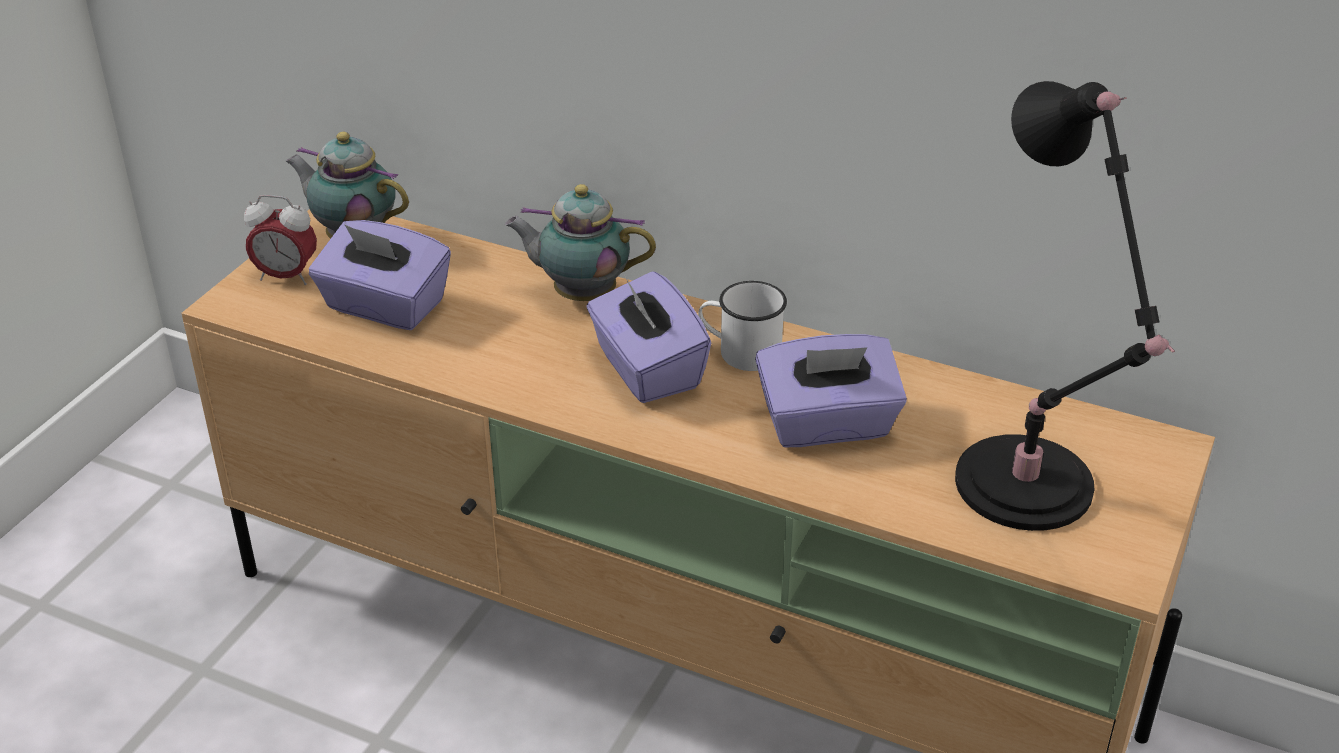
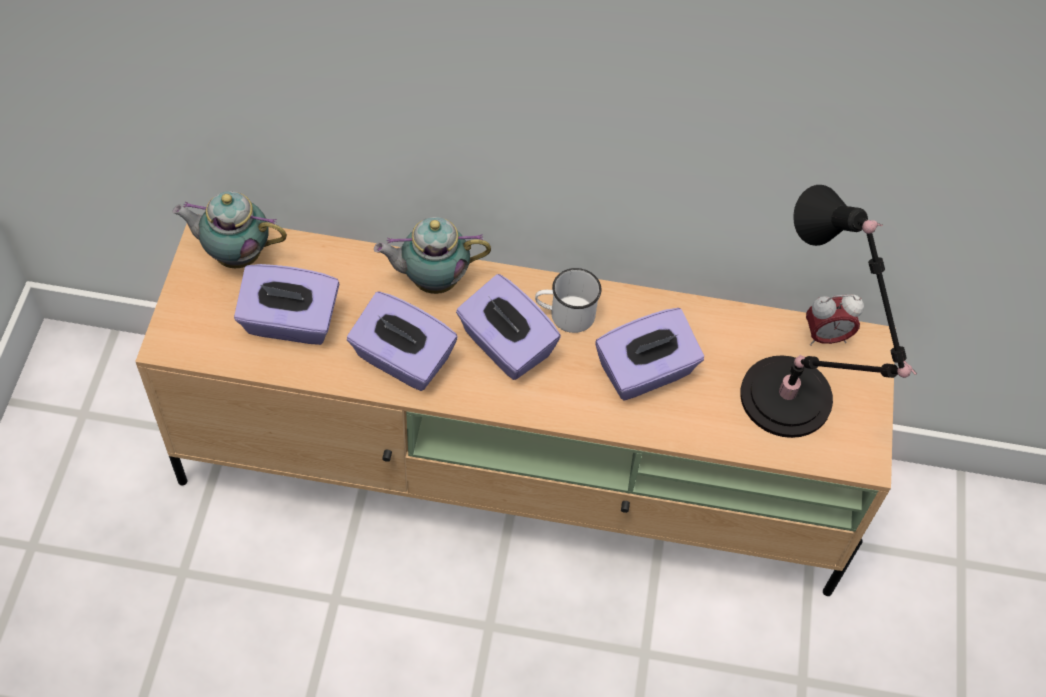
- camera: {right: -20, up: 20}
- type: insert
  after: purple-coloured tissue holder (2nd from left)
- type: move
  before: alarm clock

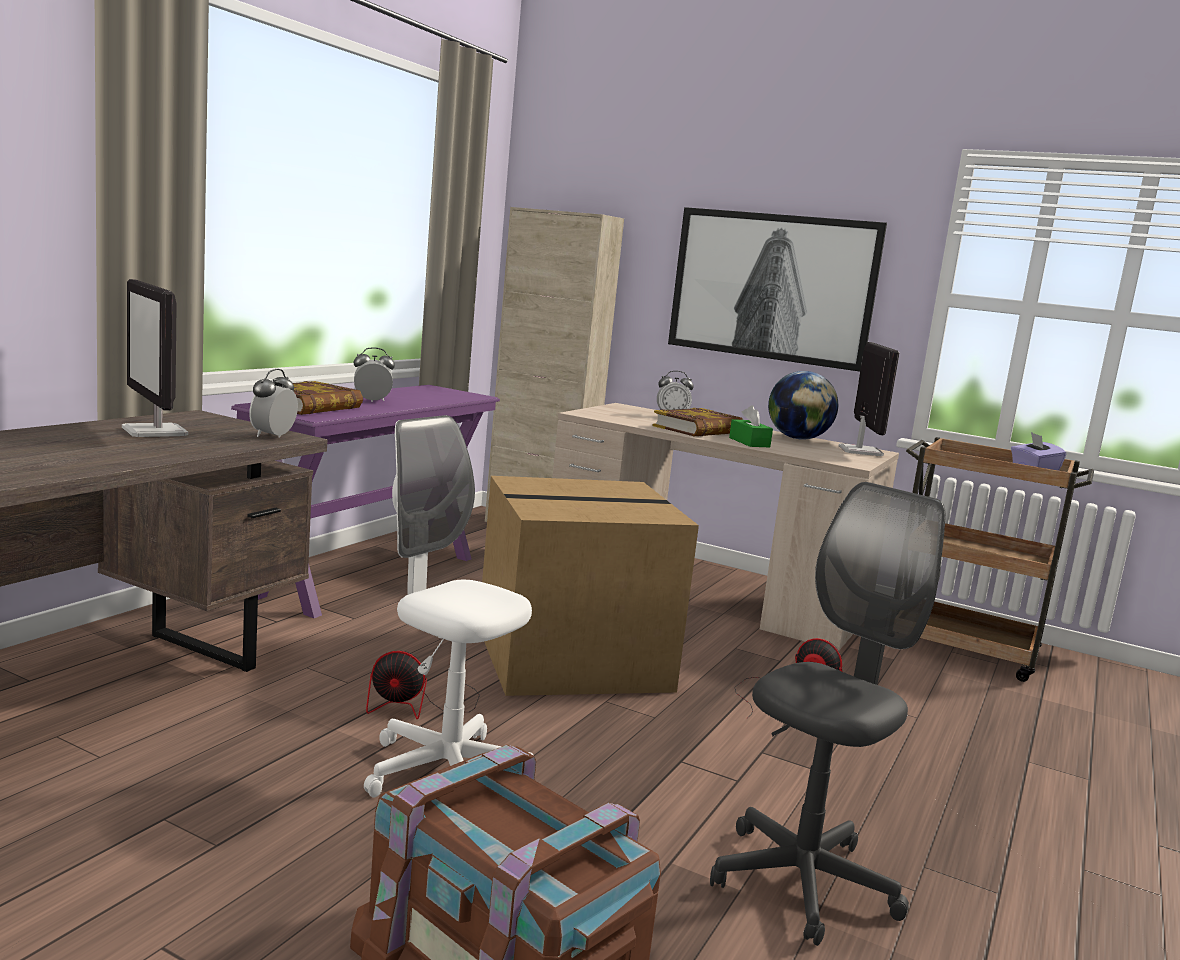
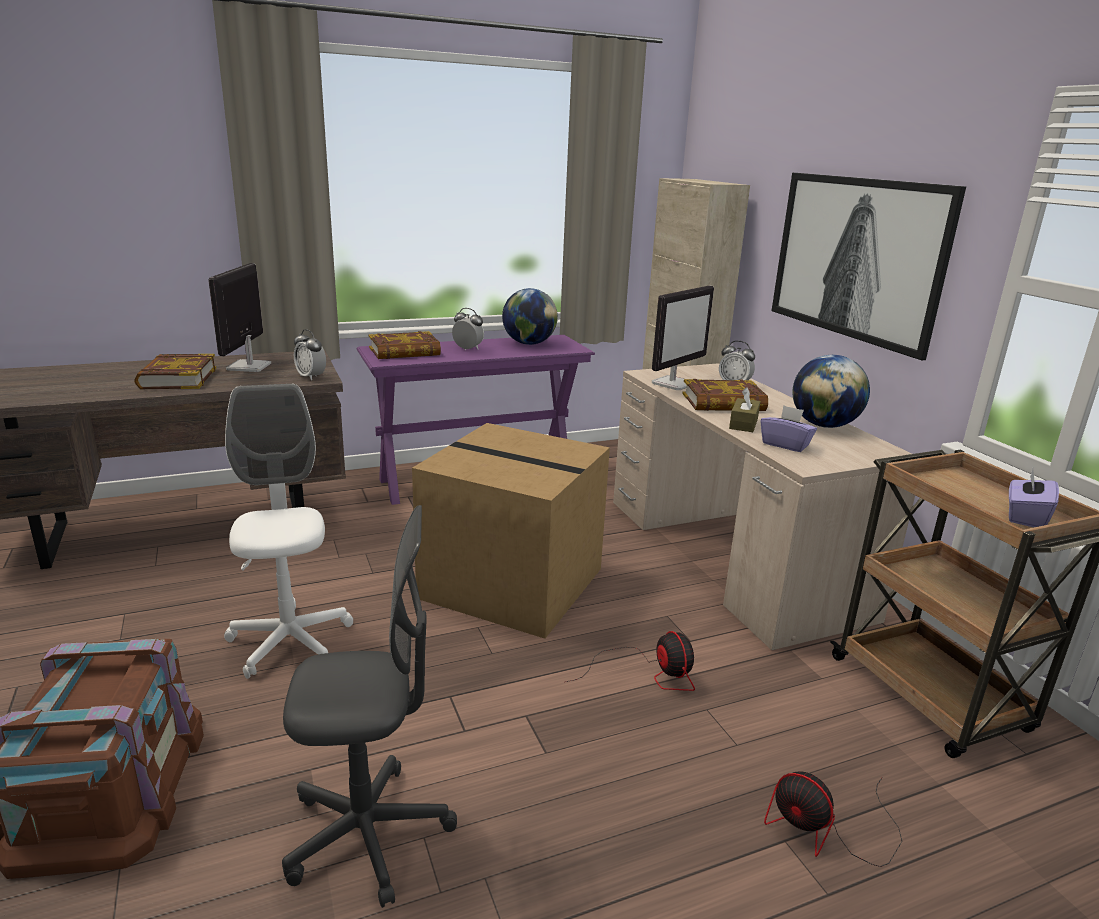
- camera: {right: 40, up: 10}
- type: insert
  after: volume (1st from left)
- type: rotate
  before: alarm clock (1st from left)
  turn: -105
- type: insert
  after: world globe (1st from left)
- type: move
  before: computer display (2nd from left)
- type: recolor
  before: green-coloured tissue holder
  after: brown-coloured tissue holder
- type: insert
  after: purple-coloured tissue holder (1st from left)
- type: move
  before: fan (1st from left in the first image)
  after: fan (2nd from left)

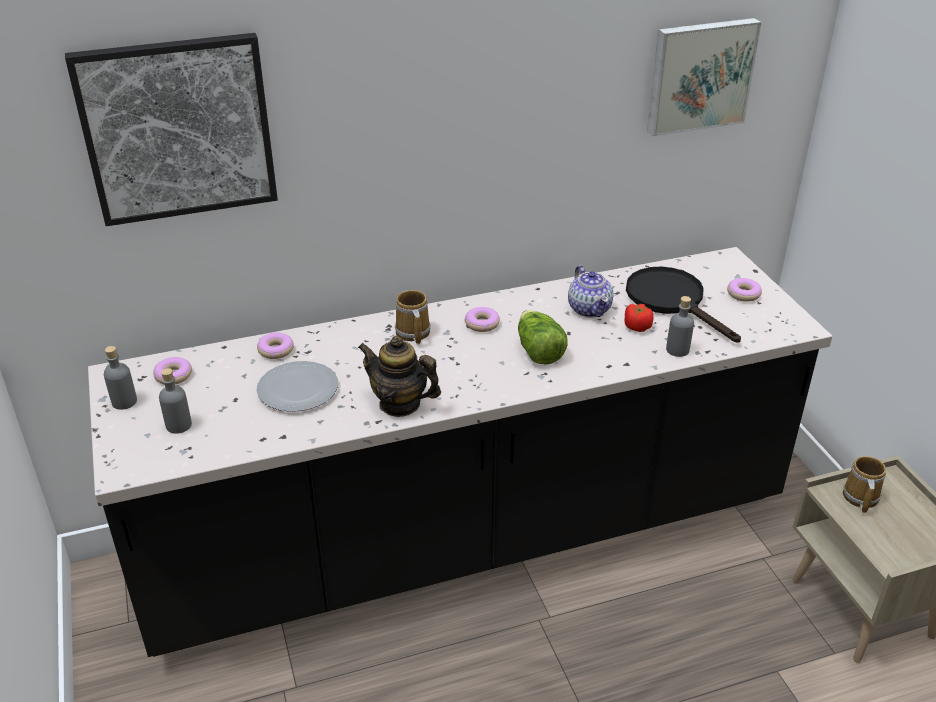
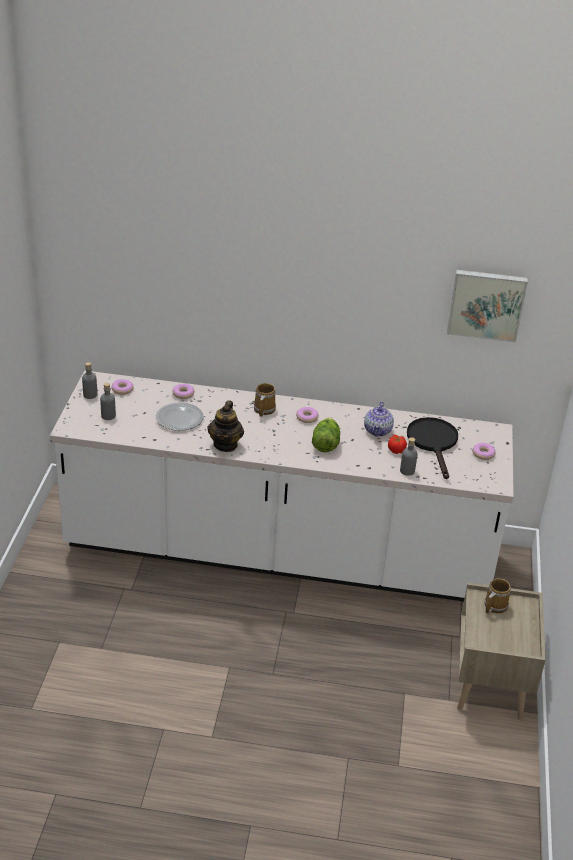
- camera: {right: 25, up: 0}
- type: recolor
  before: black kitchen base unit
  after: white kitchen base unit
- type: rotate
  before: tea pot (1st from left)
  turn: -135
- type: delete
  before: picture (1st from left)

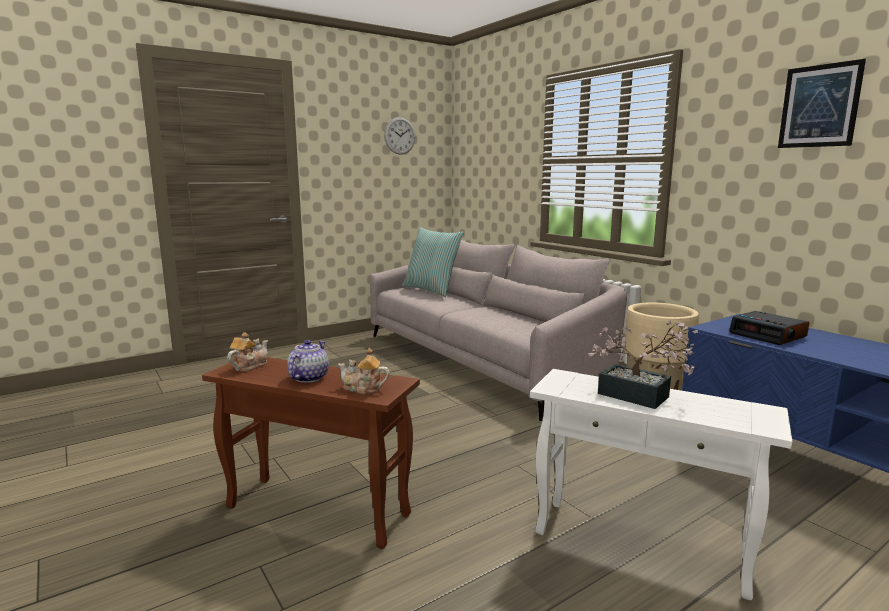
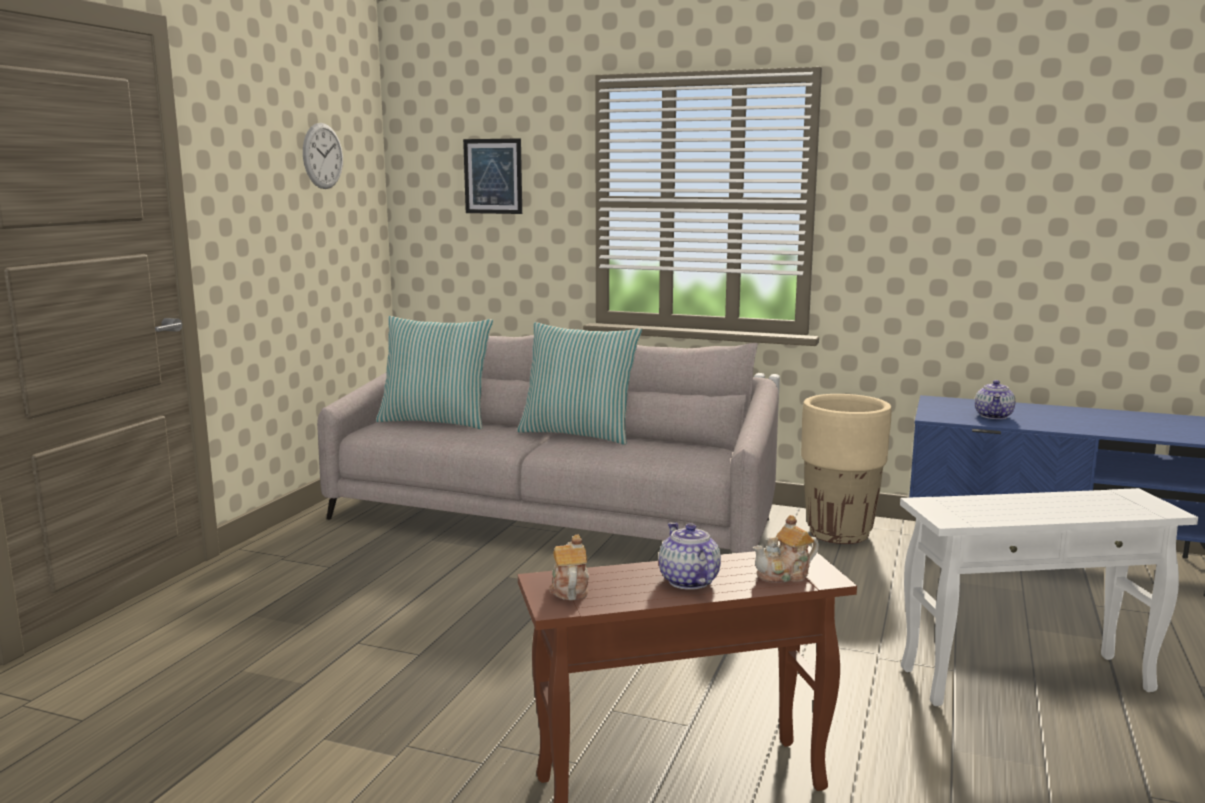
- camera: {right: -35, up: 0}
- type: move
  before: picture
- type: insert
  after: throw pillow (2nd from left)
- type: replace
  before: alarm clock
  after: tea pot (4th from left)
- type: delete
  before: houseplant

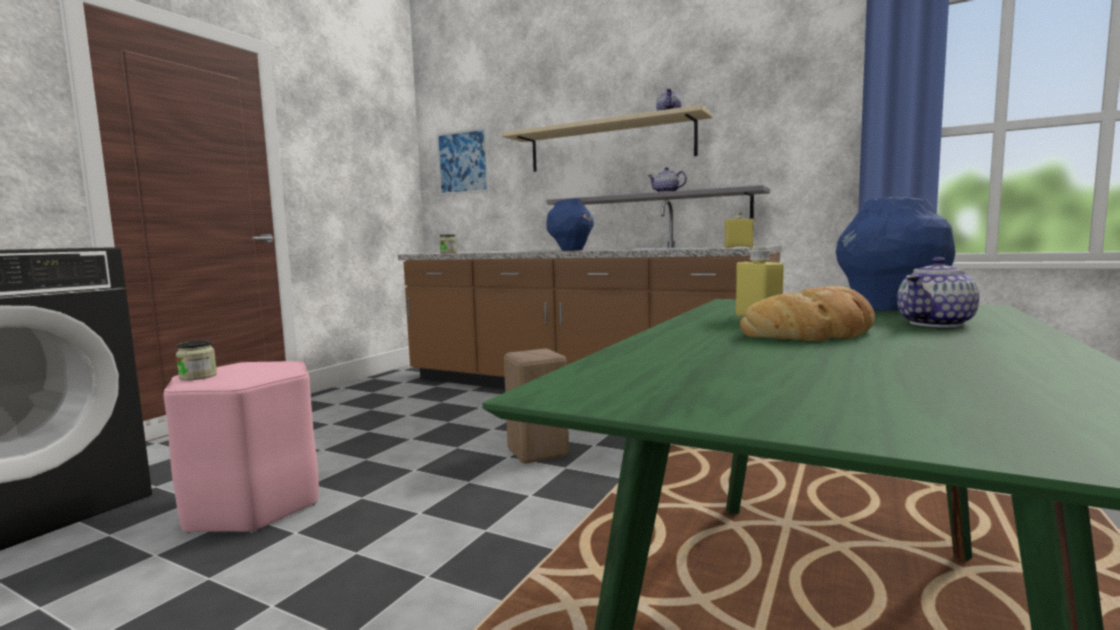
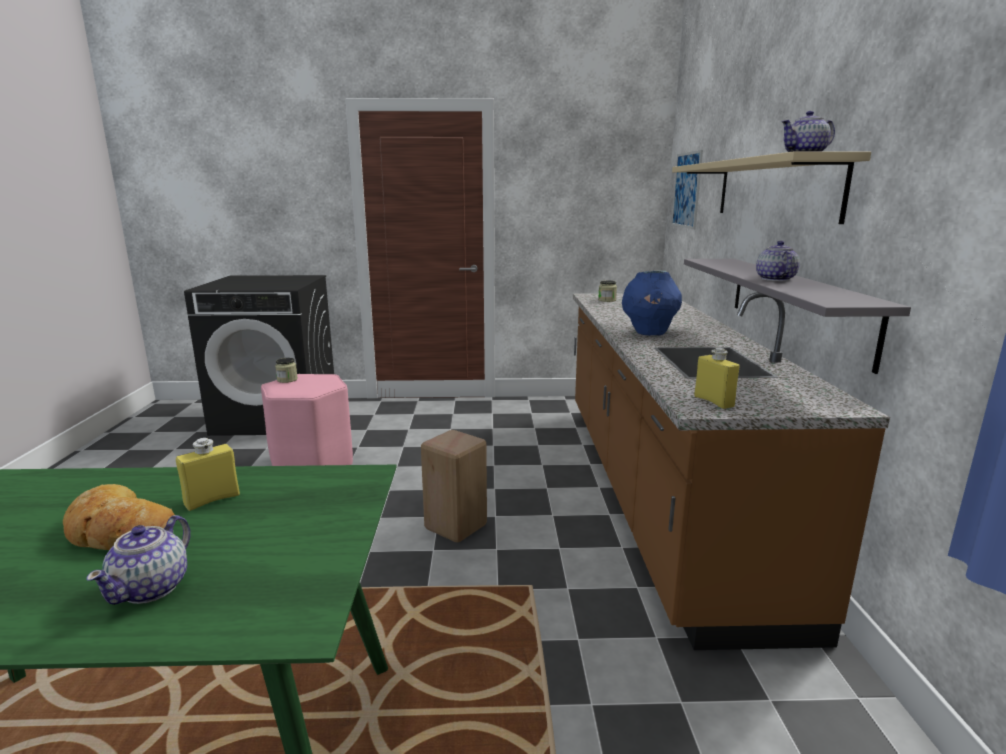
- camera: {right: 60, up: 10}
- type: rotate
  before: tea pot (3rd from left in the first image)
  turn: -105
- type: delete
  before: blue flower vase (2nd from left)

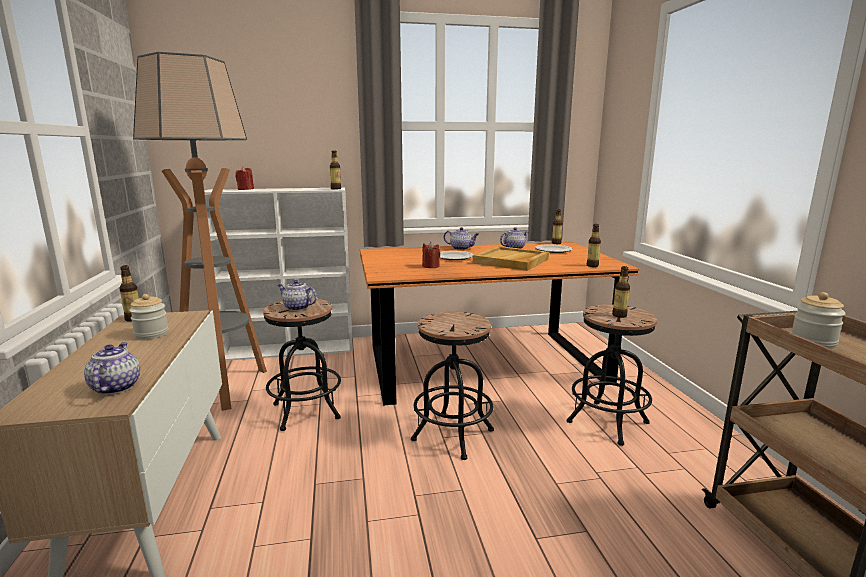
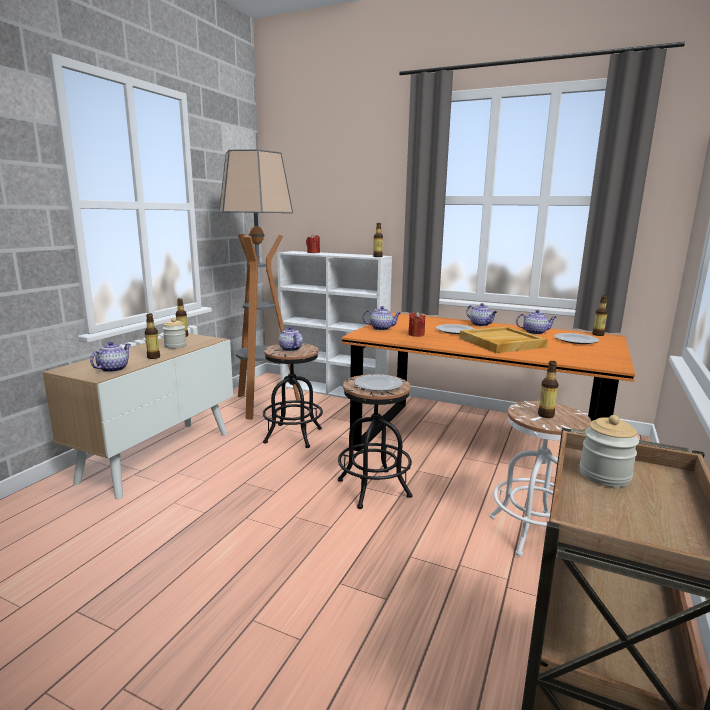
- camera: {right: 35, up: 0}
- type: move
  before: beverage bottle (4th from left in the first image)
  after: beverage bottle (1st from left)
- type: insert
  after: dinner plate (1st from left)
- type: insert
  after: tea pot (3rd from left)
- type: recolor
  before: black sitting stool (3rd from left)
  after: white sitting stool

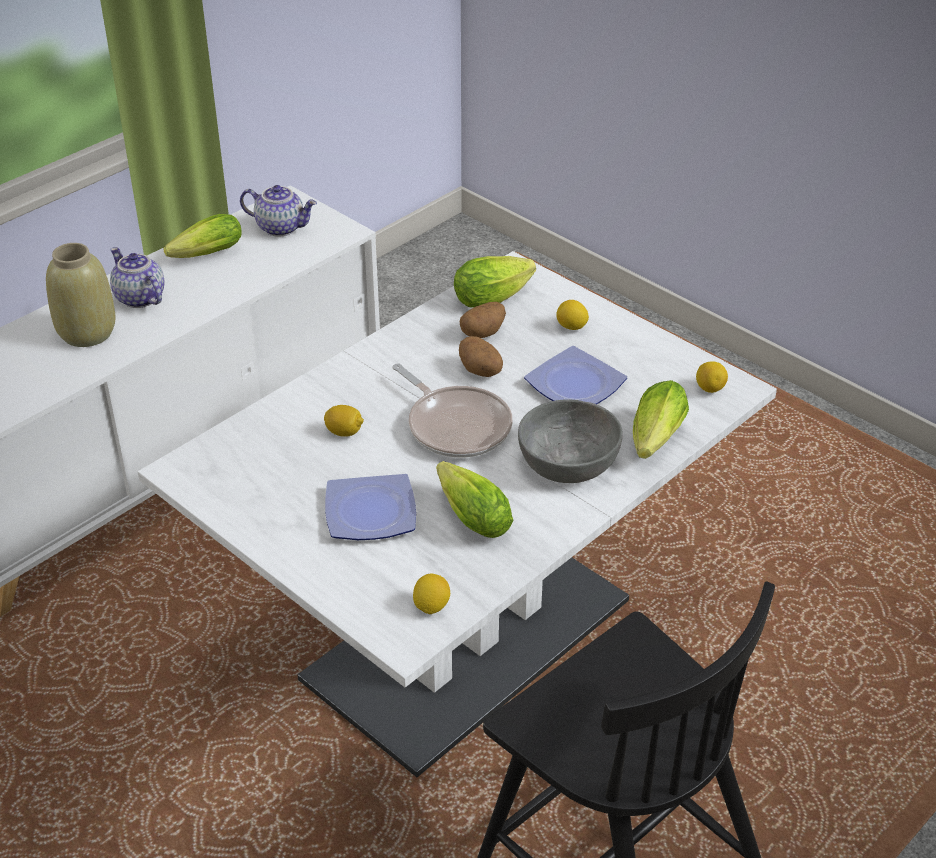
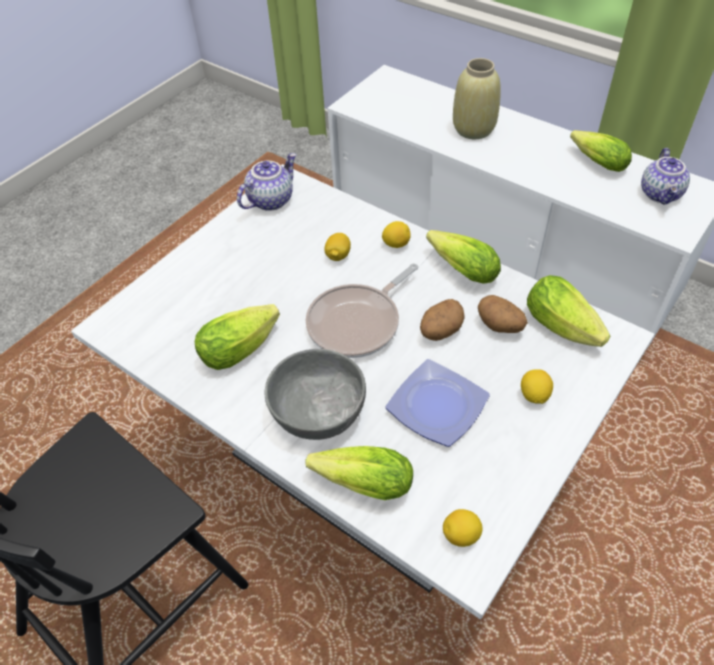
- camera: {right: 85, up: 10}
- type: move
  before: tea pot (1st from left)
- type: move
  before: citrus fruit (2nd from left)
- type: insert
  after: lettuce head (3rd from left)
- type: delete
  before: dinner plate (1st from left)

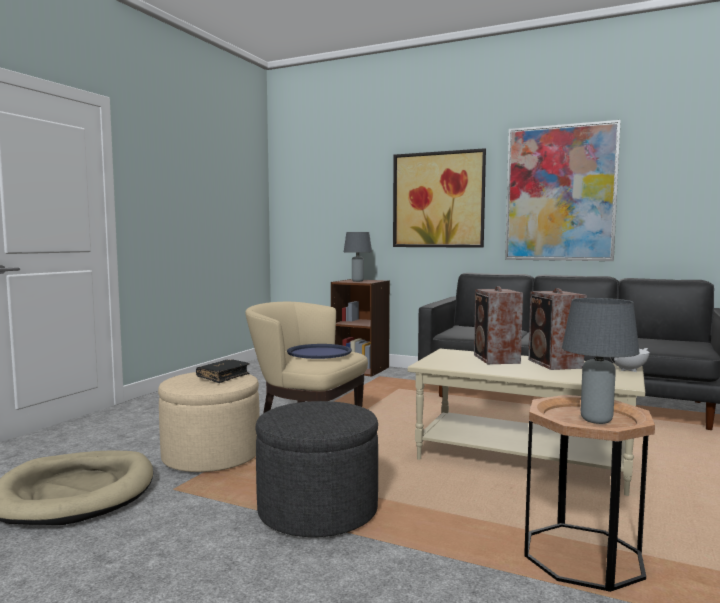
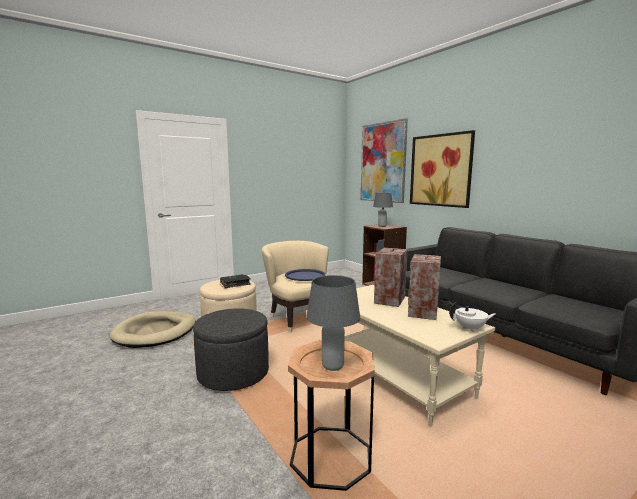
- camera: {right: 30, up: 5}
- type: move
  before: picture (2nd from left in the first image)
  after: picture (1st from left)

